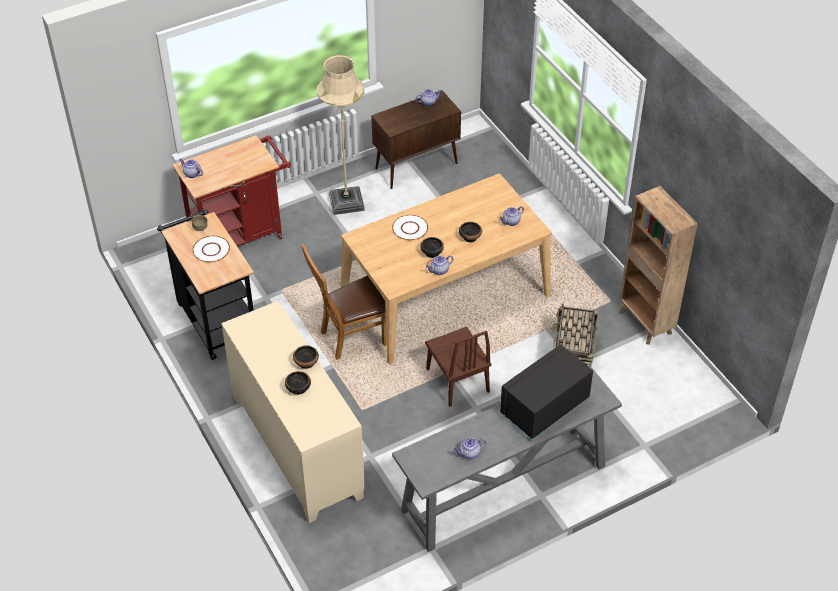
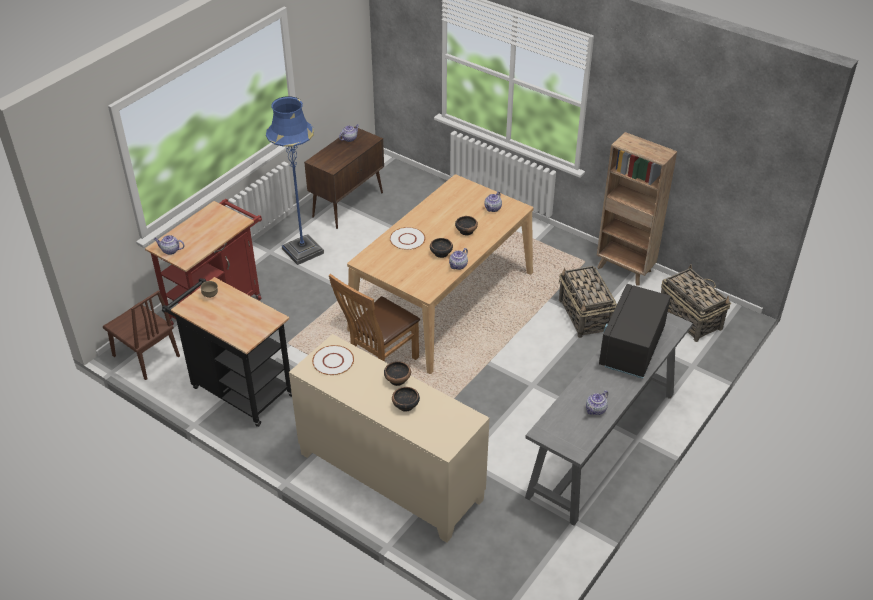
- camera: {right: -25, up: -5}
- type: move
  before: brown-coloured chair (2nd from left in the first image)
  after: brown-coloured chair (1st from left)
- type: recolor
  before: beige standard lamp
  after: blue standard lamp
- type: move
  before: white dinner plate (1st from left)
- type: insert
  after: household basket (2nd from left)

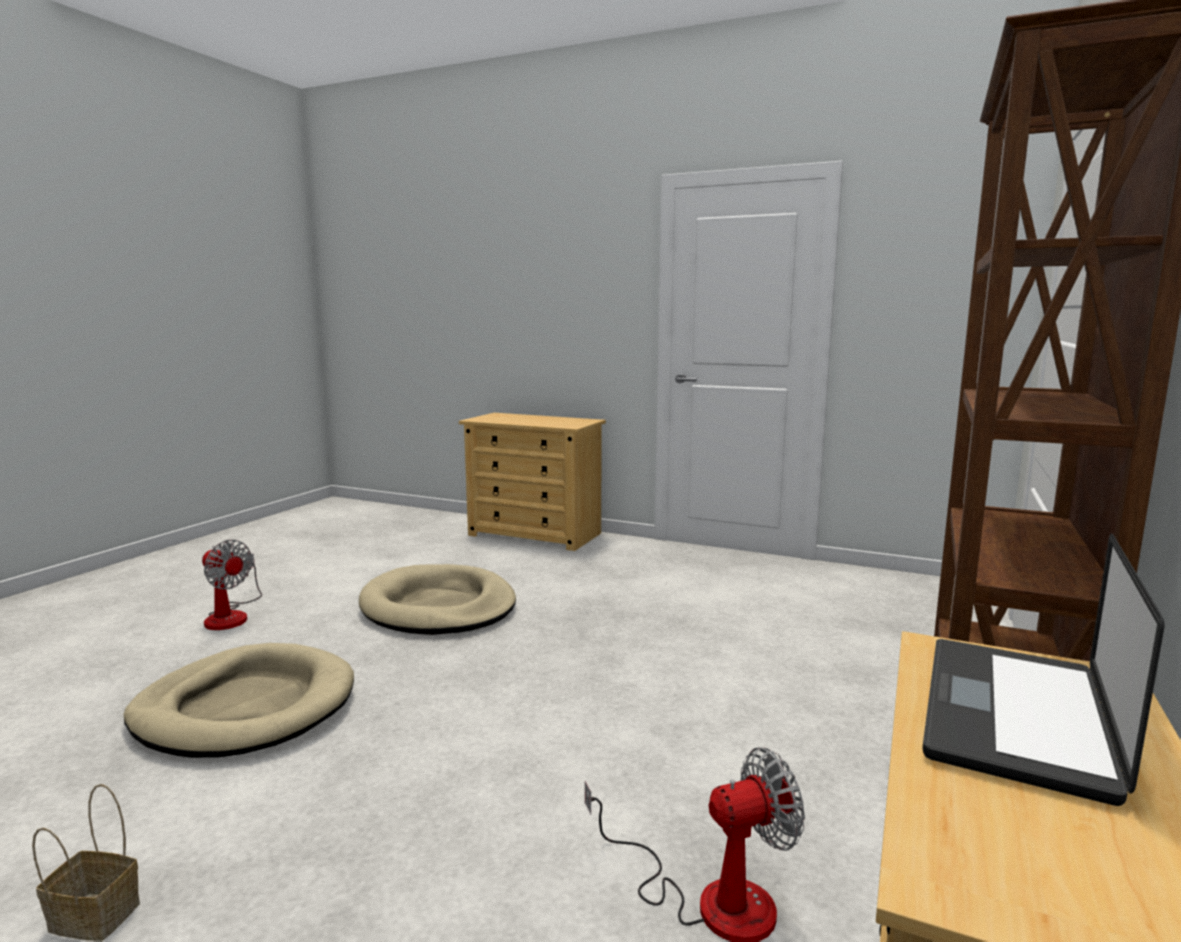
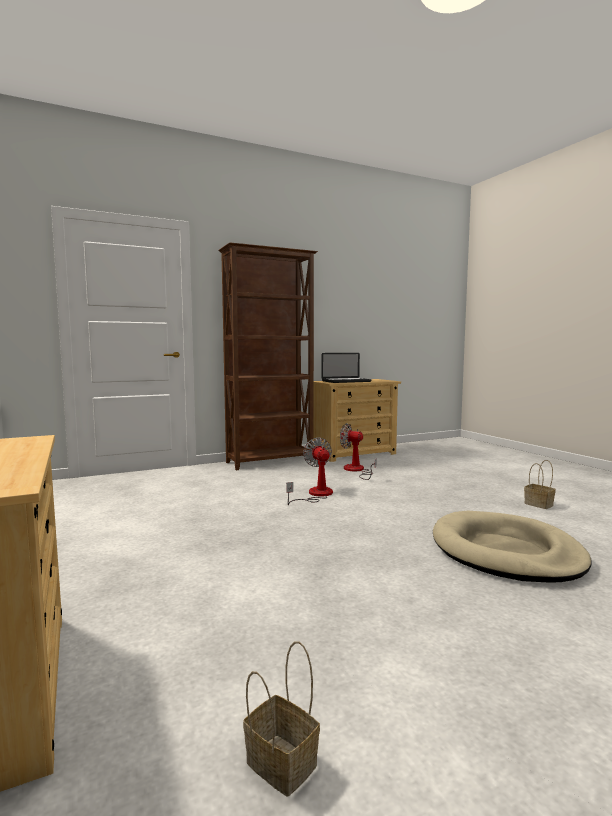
- camera: {right: -140, up: -5}
- type: insert
  after: household basket (1st from left)
- type: move
  before: fan (1st from left)
- type: delete
  before: beige dog bed (2nd from left)

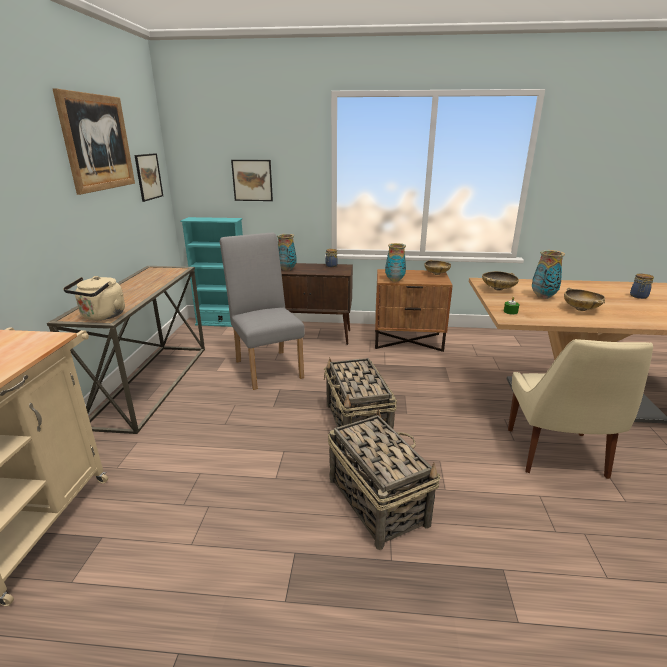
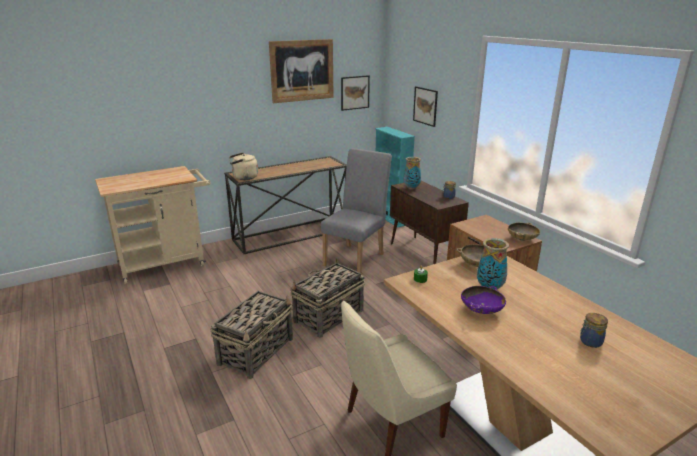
- camera: {right: 55, up: 0}
- type: recolor
  before: beige deep dish (3rd from left)
  after: purple-coloured deep dish
- type: delete
  before: flower vase (2nd from left)

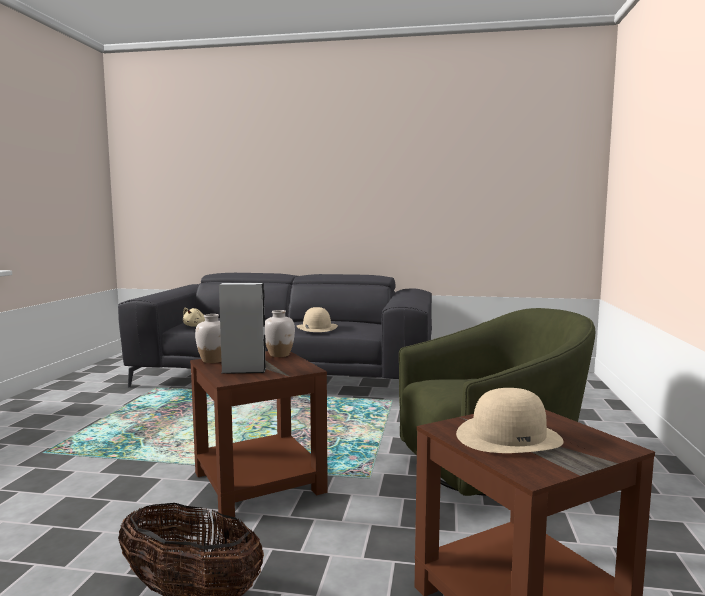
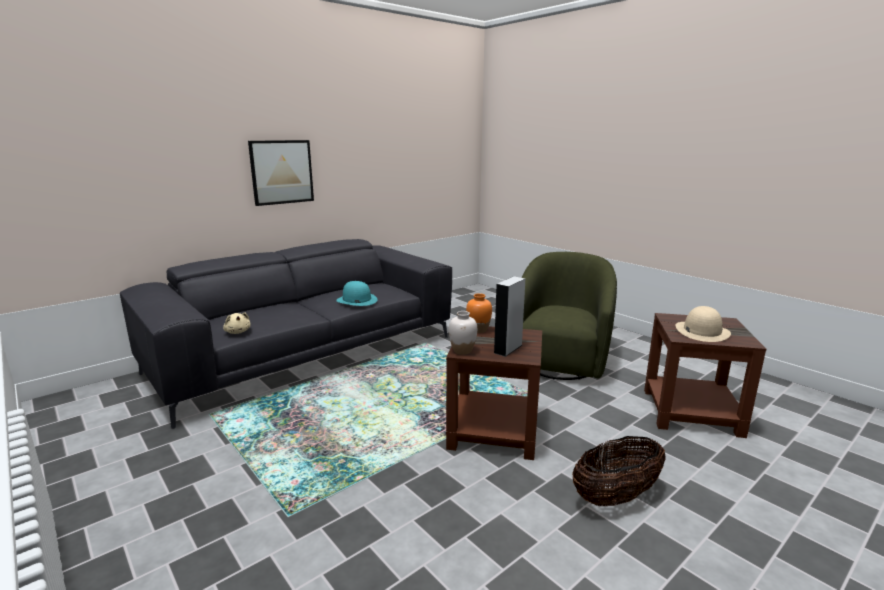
- camera: {right: -50, up: 10}
- type: insert
  after: picture
- type: recolor
  before: beige hat (1st from left)
  after: blue-green hat
- type: recolor
  before: white flower vase (2nd from left)
  after: orange flower vase

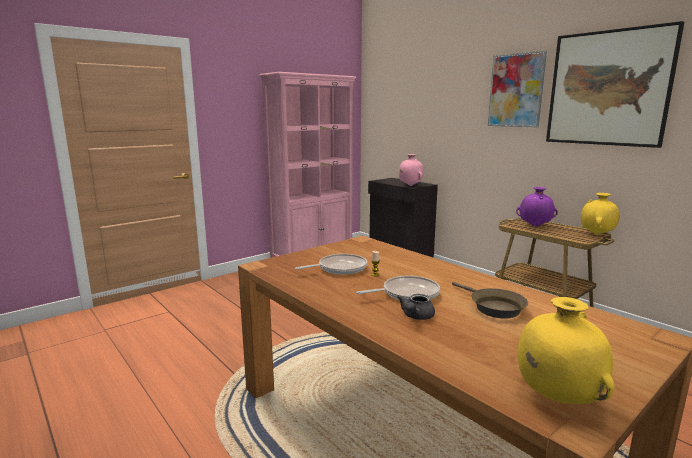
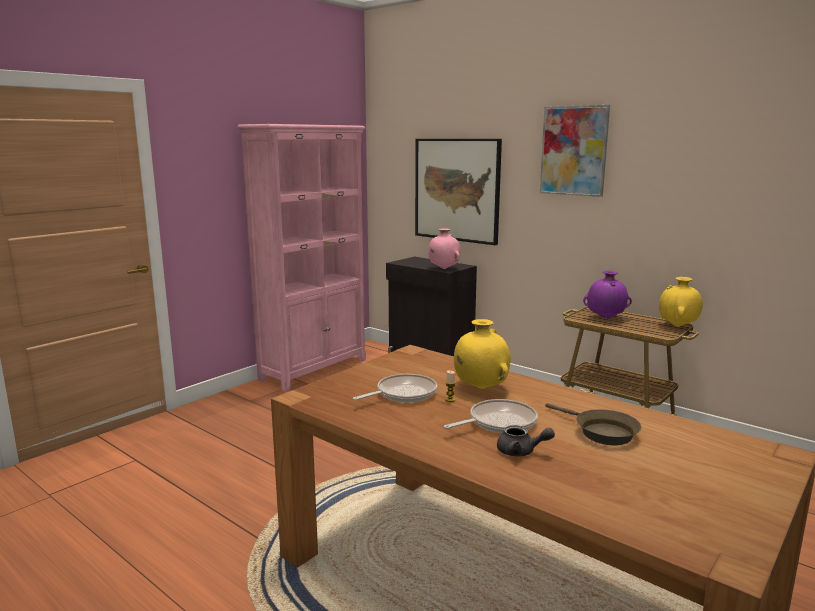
- camera: {right: -10, up: 0}
- type: move
  before: picture (2nd from left in the first image)
  after: picture (1st from left)
- type: move
  before: yellow-coloured flower vase (1st from left)
- type: rotate
  before: grey tea pot
  turn: -90

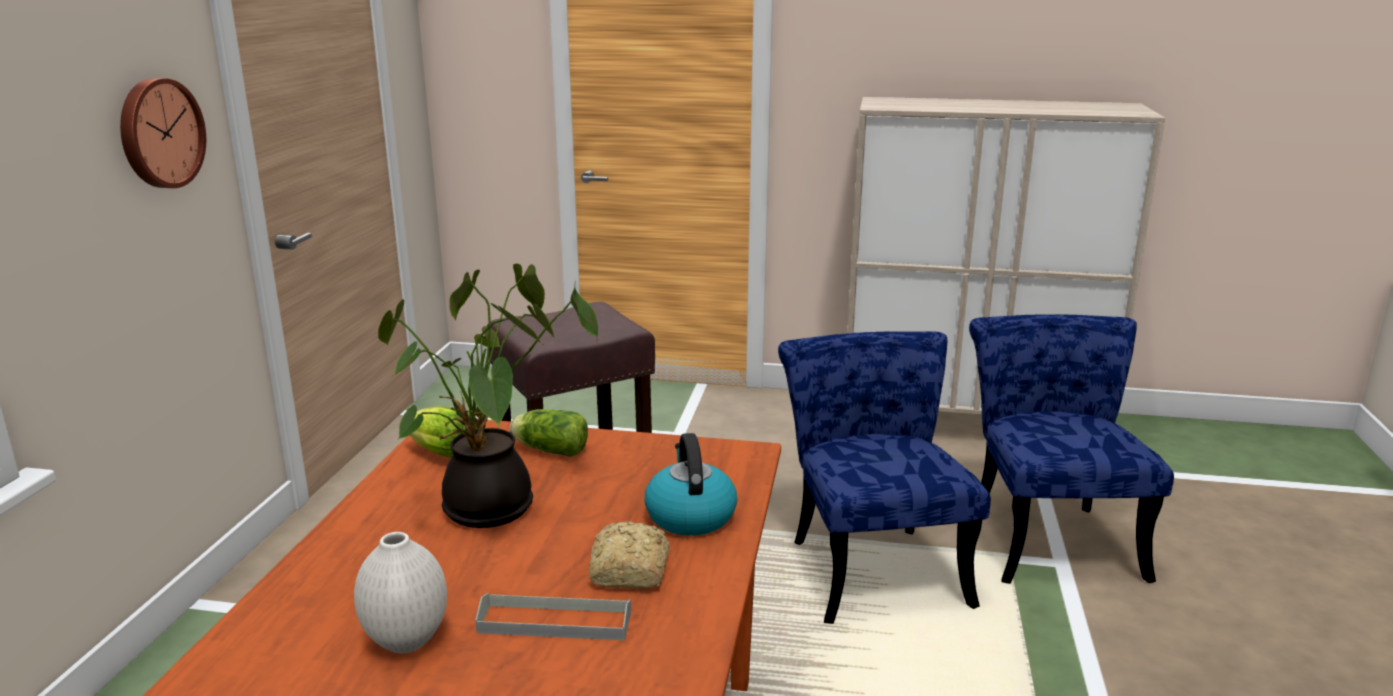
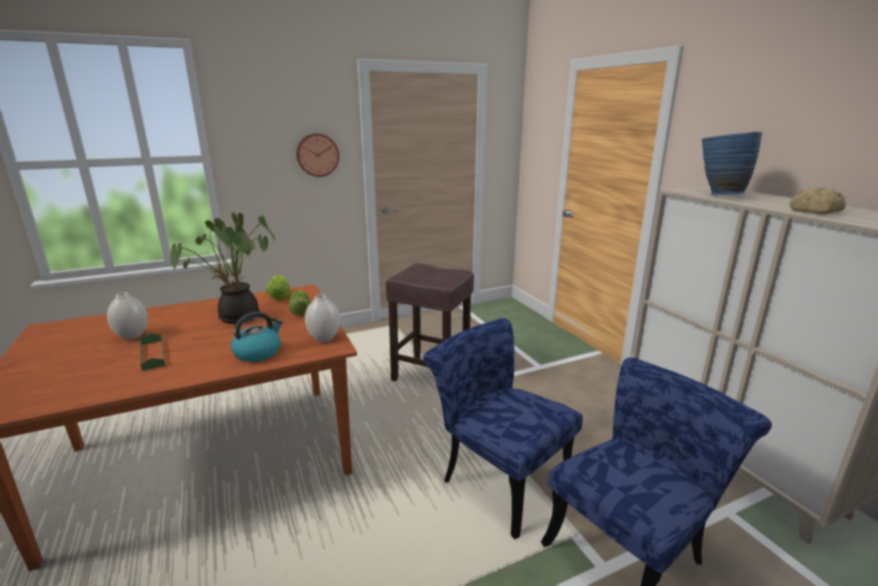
- camera: {right: 55, up: 0}
- type: recolor
  before: grey carrying tray
  after: green-coloured carrying tray
- type: insert
  after: white flower vase (2nd from left)
- type: rotate
  before: blue chair (1st from left)
  turn: -90
- type: insert
  after: blue flower vase
- type: move
  before: bread

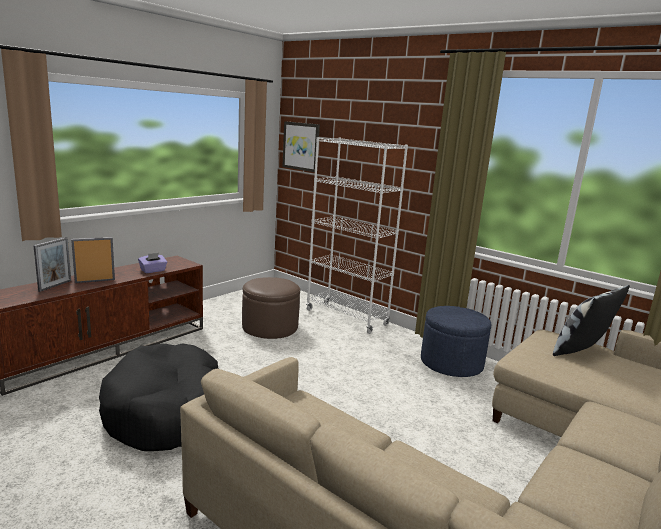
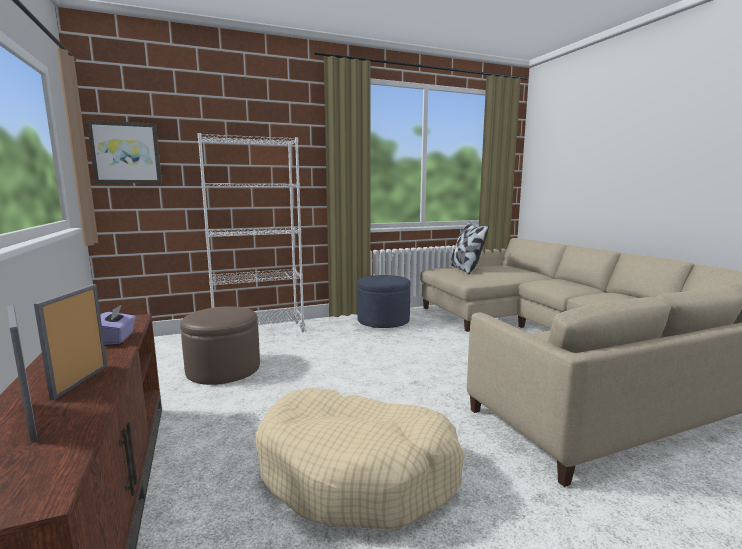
- camera: {right: -60, up: -5}
- type: recolor
  before: black dog bed
  after: beige dog bed

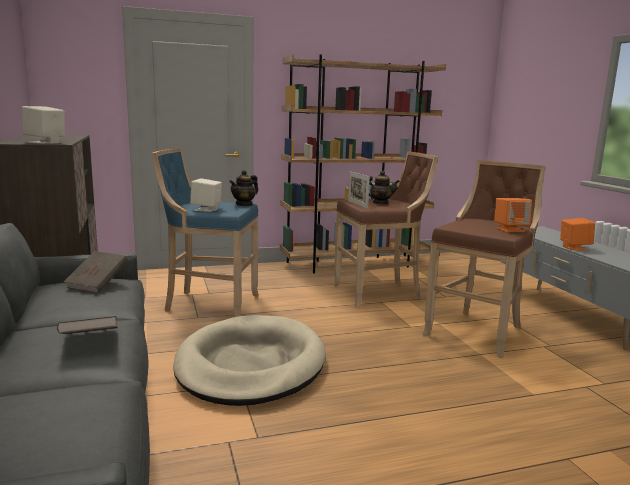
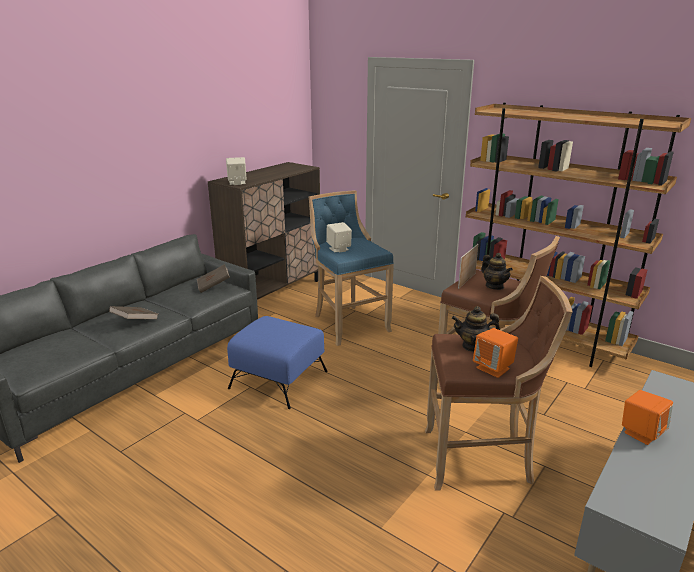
- camera: {right: 55, up: 10}
- type: replace
  before: beige dog bed
  after: blue footrest
- type: move
  before: tea pot (1st from left)

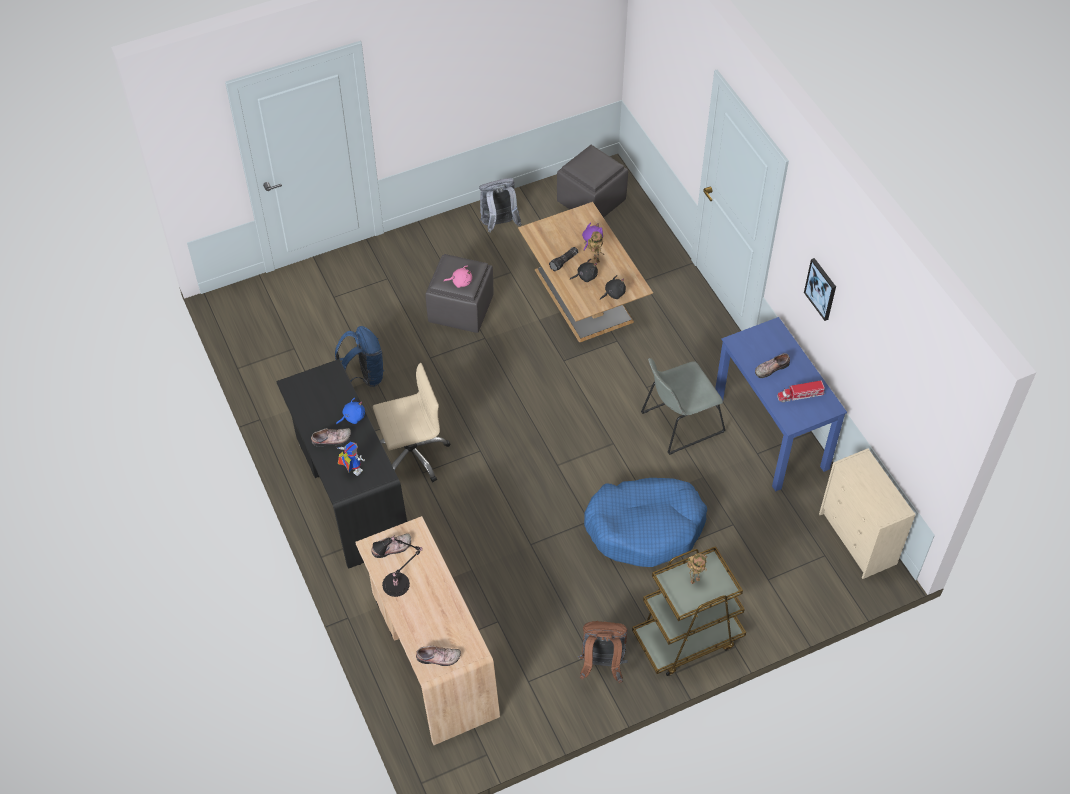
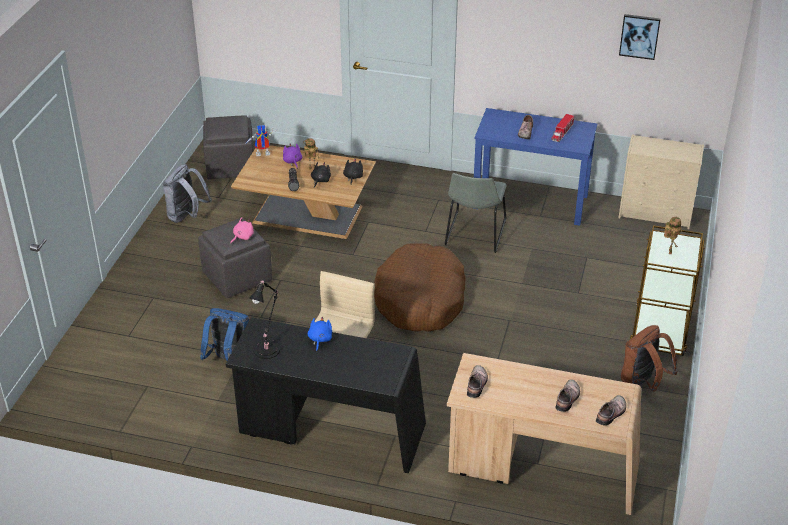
- camera: {right: -50, up: -15}
- type: move
  before: toy robot (1st from left)
- type: move
  before: black lamp for a table
- type: insert
  after: brown-coloured dog bed
- type: move
  before: item of footwear (1st from left in the first image)
  after: item of footwear (3rd from left)
- type: move
  before: picture
- type: delete
  before: blue dog bed

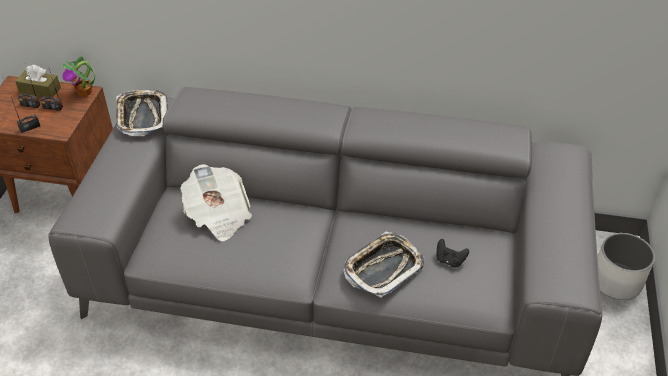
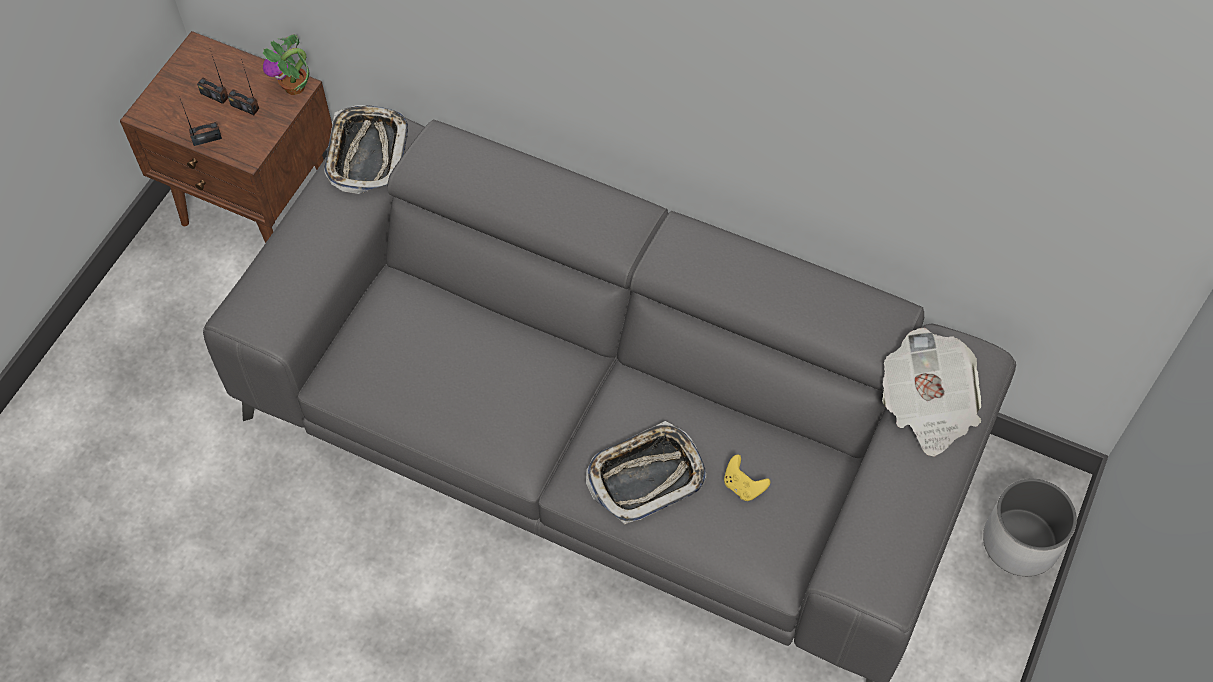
- camera: {right: 15, up: 15}
- type: recolor
  before: black gamepad
  after: yellow-coloured gamepad
- type: move
  before: newspaper
- type: delete
  before: brown-coloured tissue holder

